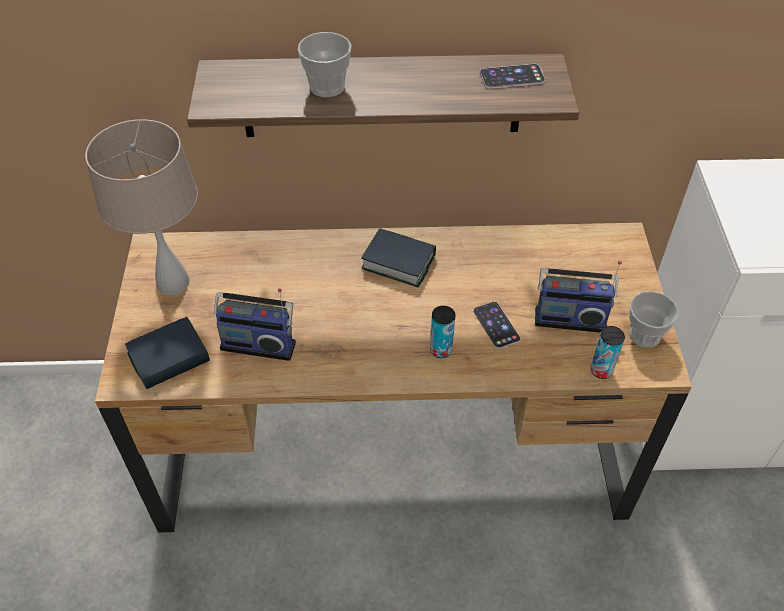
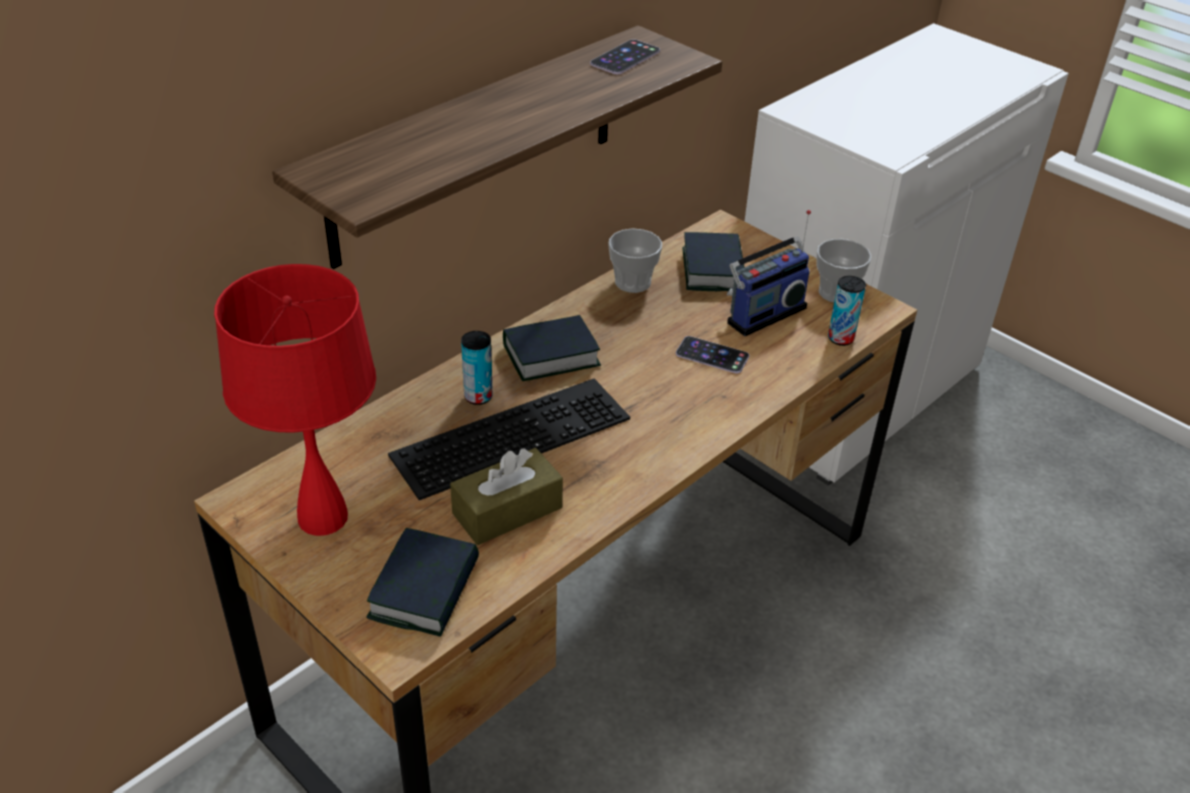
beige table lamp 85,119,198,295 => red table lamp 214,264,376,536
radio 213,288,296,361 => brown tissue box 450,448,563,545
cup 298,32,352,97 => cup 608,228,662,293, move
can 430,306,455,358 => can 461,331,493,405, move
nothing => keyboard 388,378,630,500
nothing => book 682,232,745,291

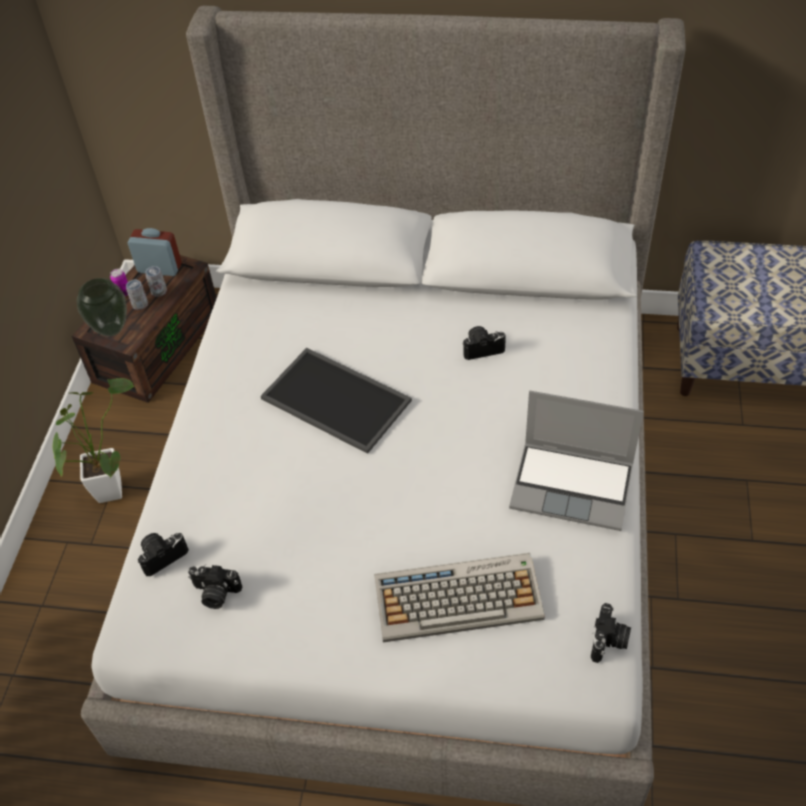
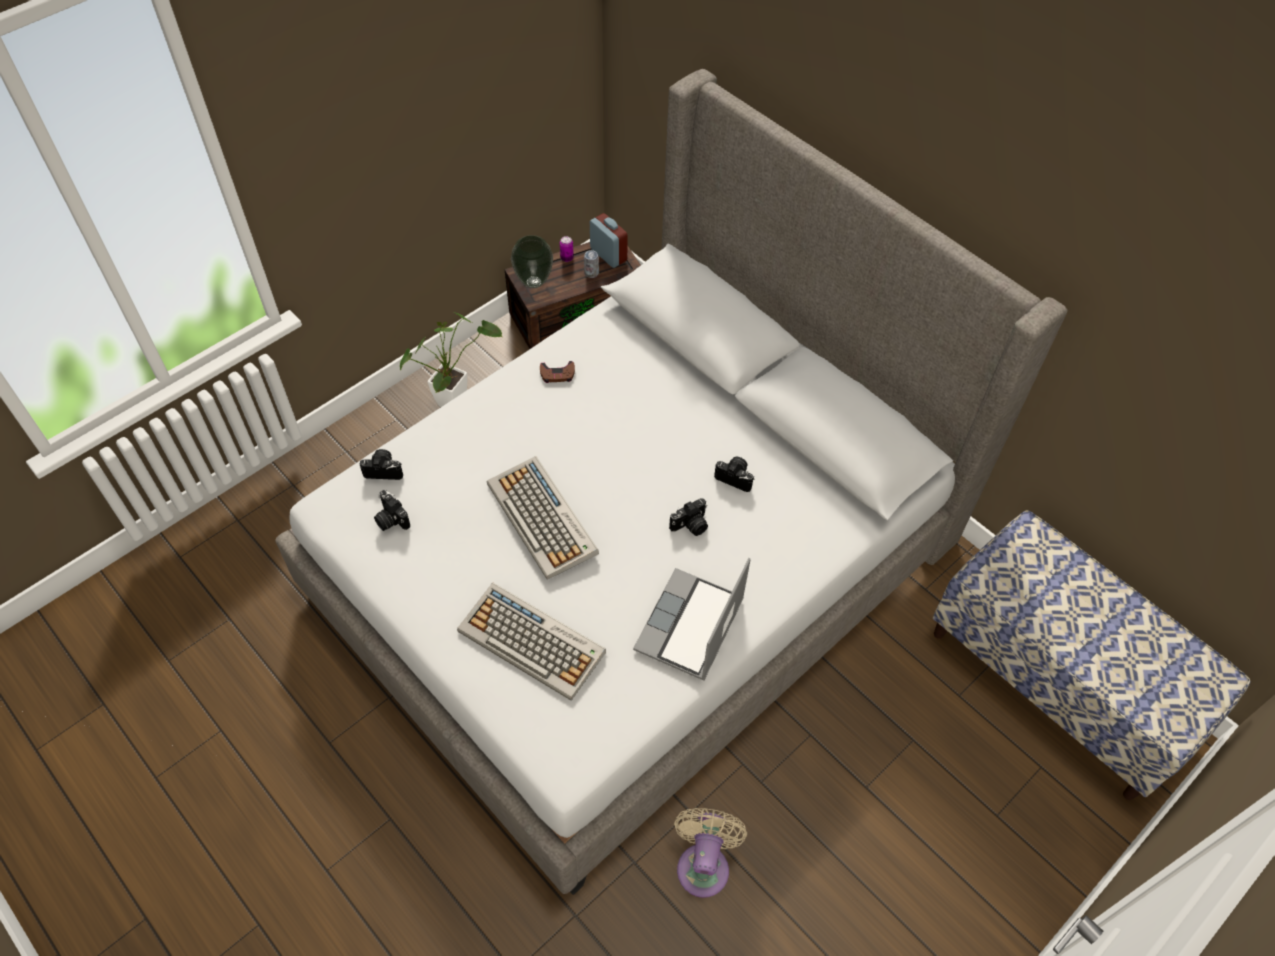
can 126,279,148,310 => nothing
tray 261,347,412,454 => nothing
laptop 509,391,644,531 => laptop 633,558,750,681, 60 degrees clockwise
photo camera 591,603,631,663 => photo camera 669,499,708,536, move
nothing => keyboard 487,457,599,580
nothing => brown game controller 540,361,575,383
nothing => beige fan 674,808,747,898

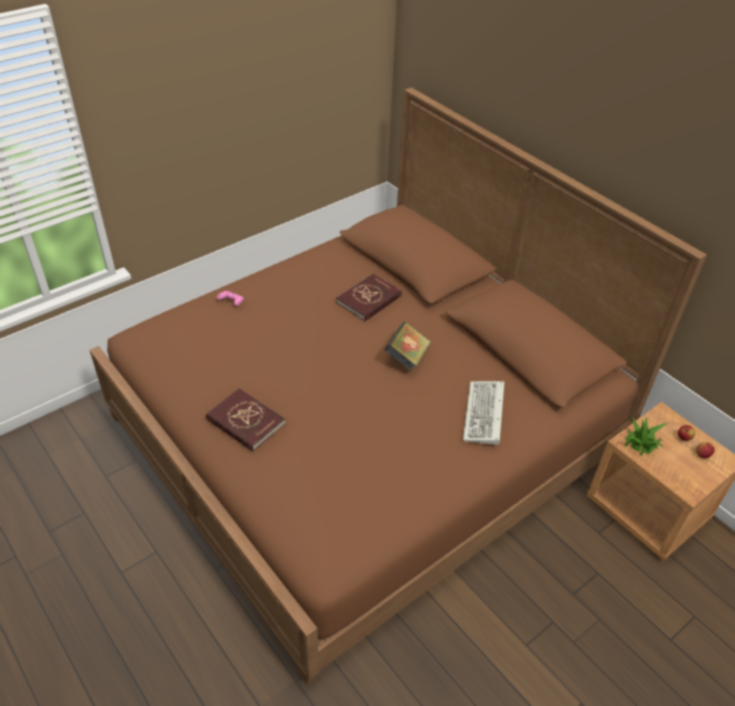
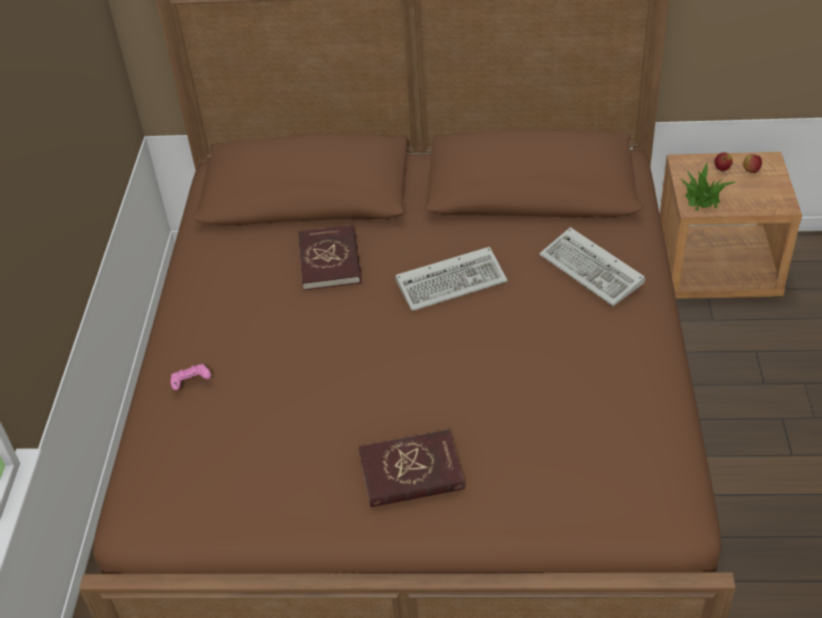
book 384,322,430,371 => keyboard 395,247,508,311

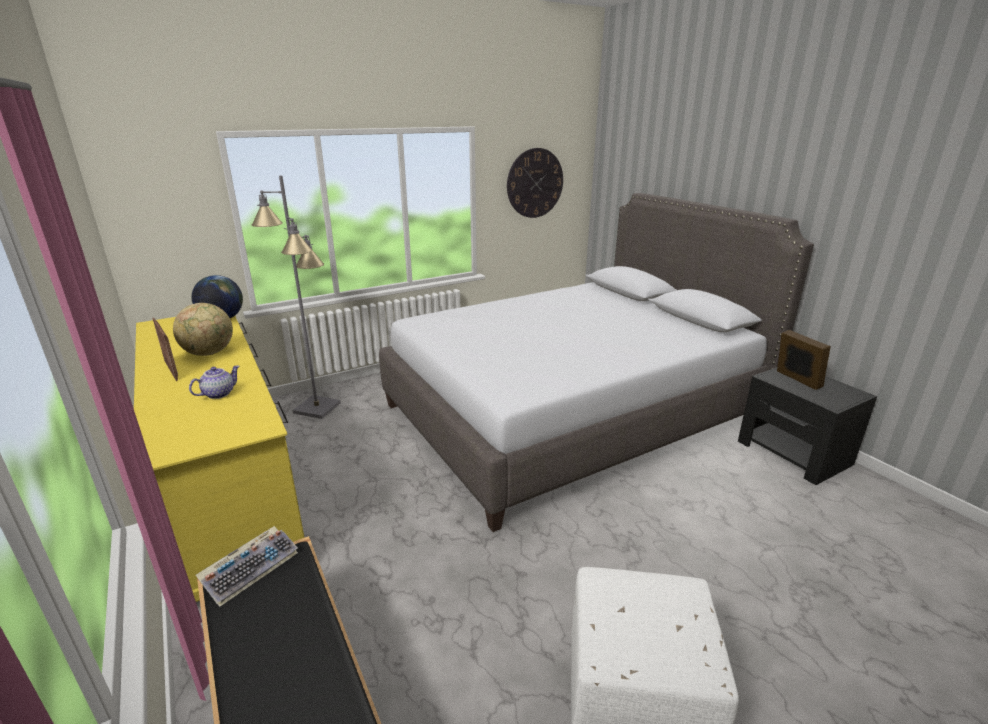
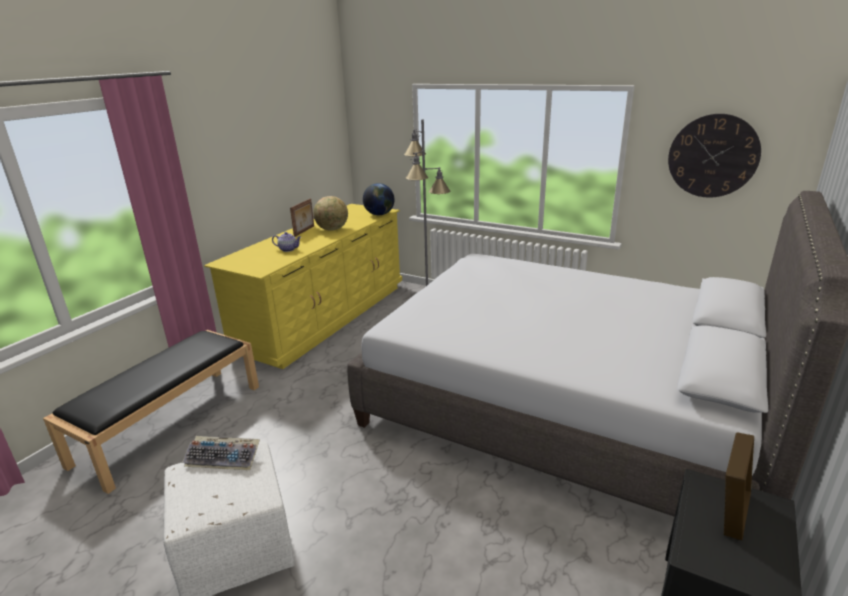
keyboard 196,526,298,607 => keyboard 182,436,260,470, move

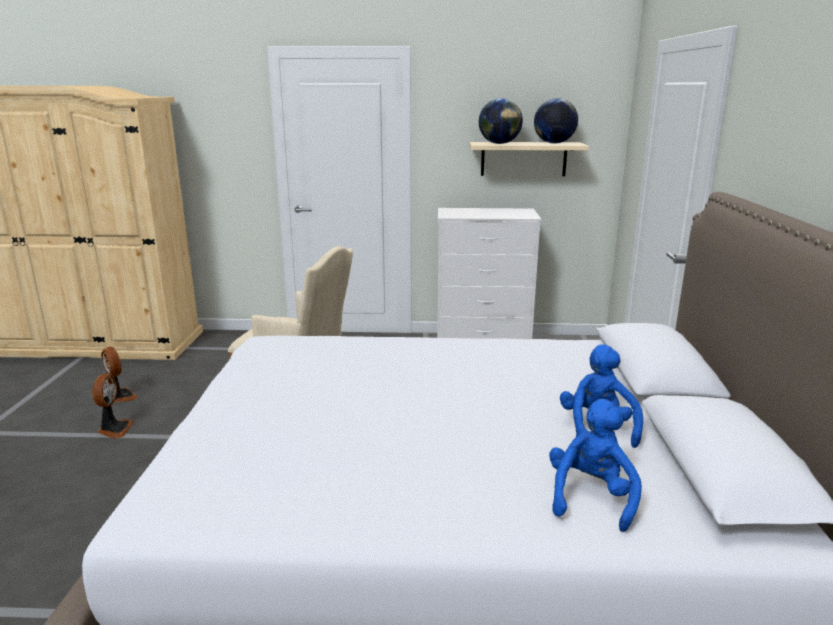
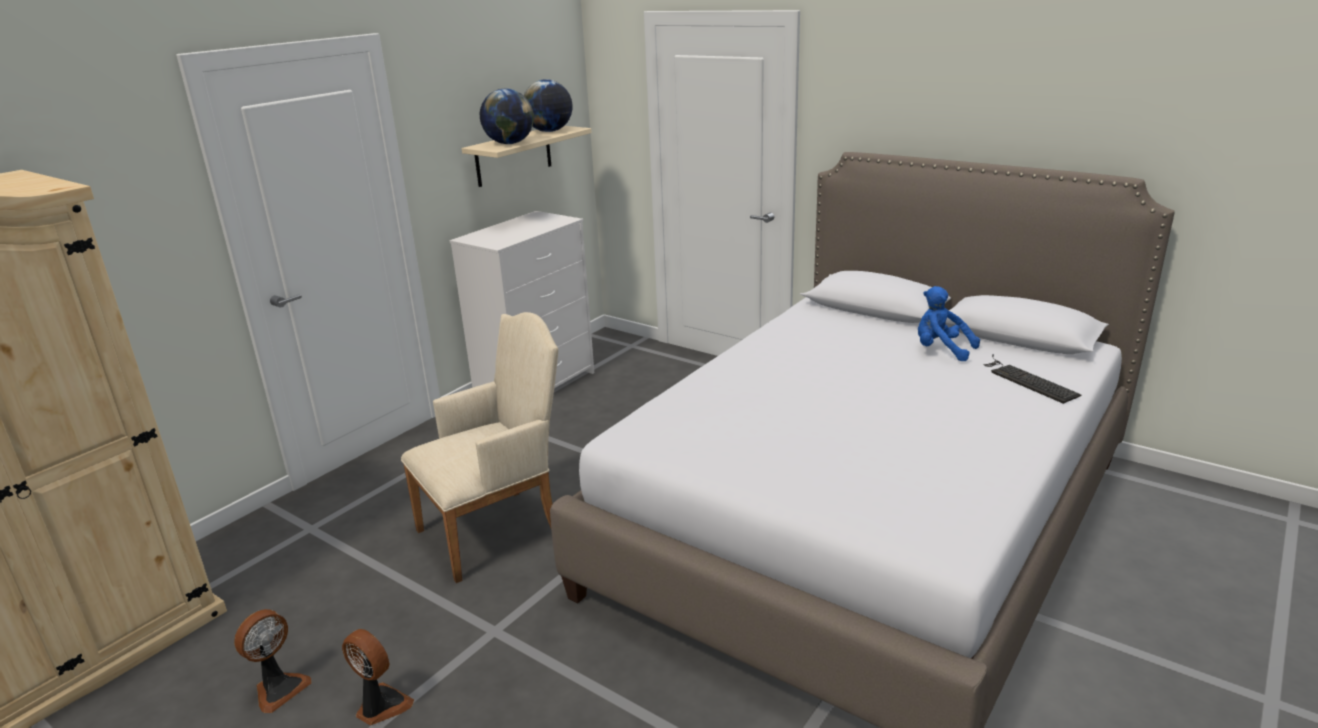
fan 101,347,138,402 => fan 234,609,311,713, 135 degrees clockwise
blue plush toy 549,399,642,532 => keyboard 984,354,1081,404

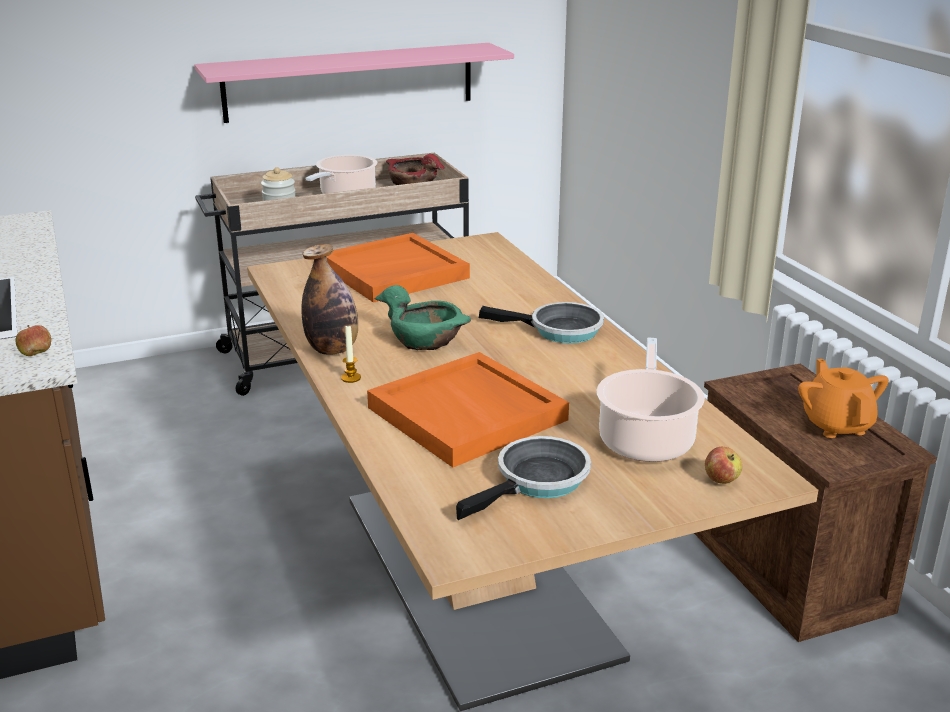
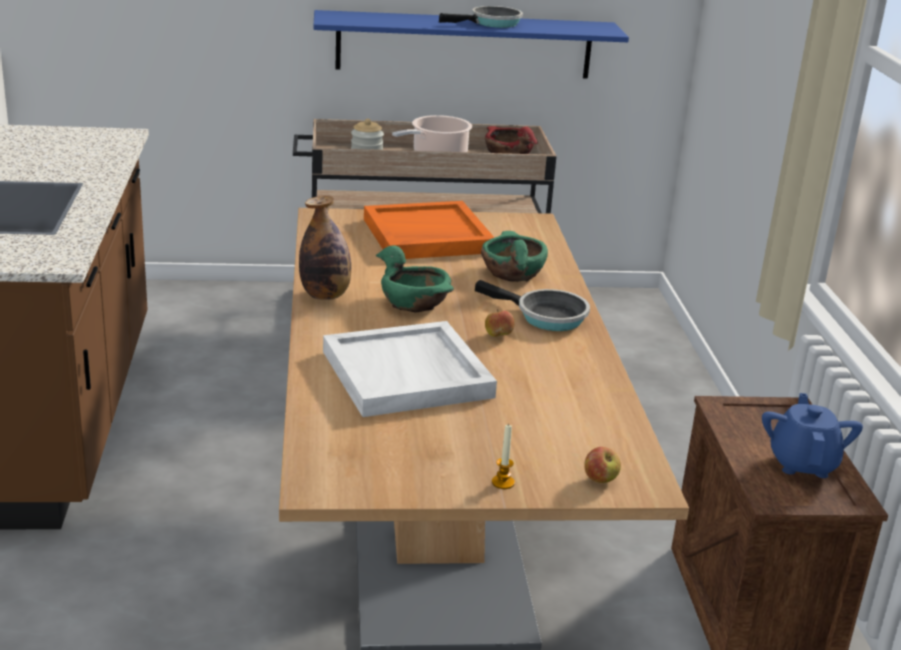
apple 15,325,51,356 => apple 485,309,515,337, move
pink shelf 195,43,514,123 => blue shelf 313,10,629,79
candle 341,326,361,383 => candle 492,424,515,489, move
orange tray 367,352,569,467 => white tray 323,321,497,417
frying pan 456,436,591,520 => frying pan 439,6,523,28, move
cooking pot 597,338,705,462 => nothing
orange teapot 798,359,889,438 => blue teapot 762,393,863,478
nothing => green bowl 481,231,548,282

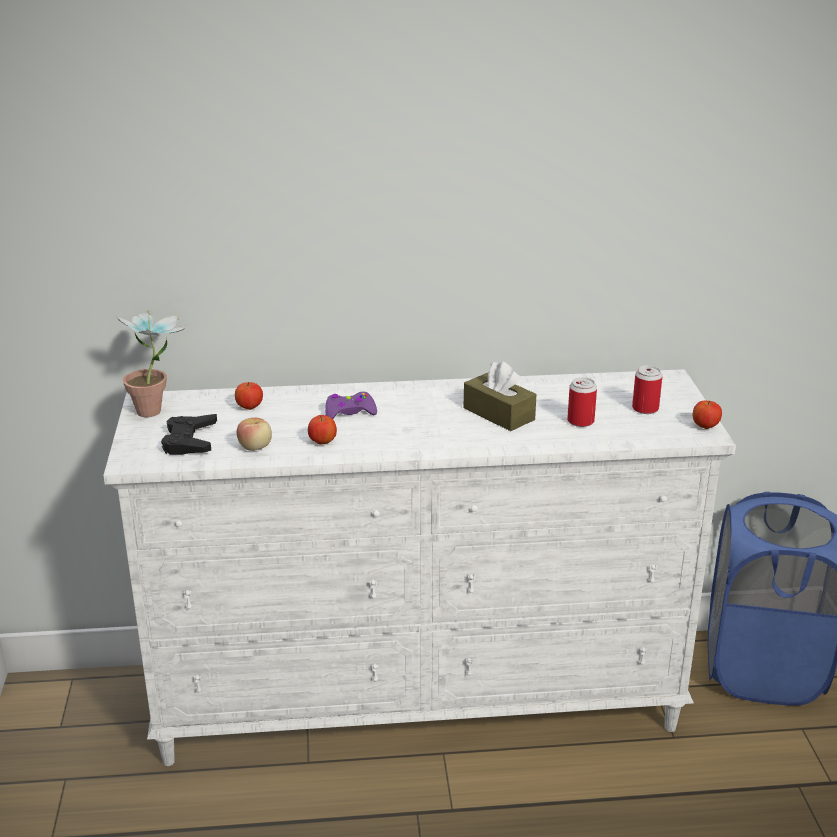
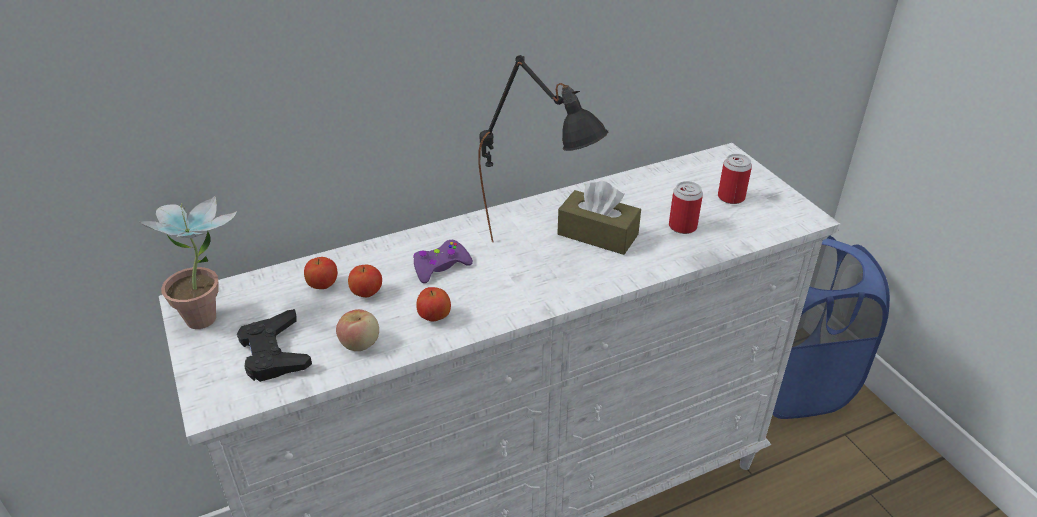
apple 693,400,722,429 => apple 348,265,382,297, move
nothing => black table lamp 478,55,608,242

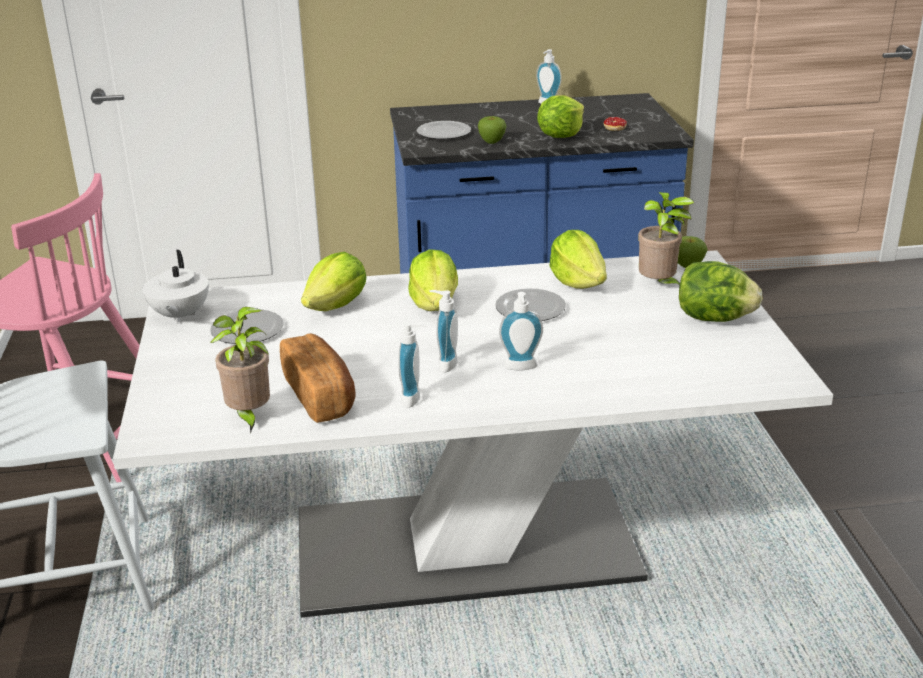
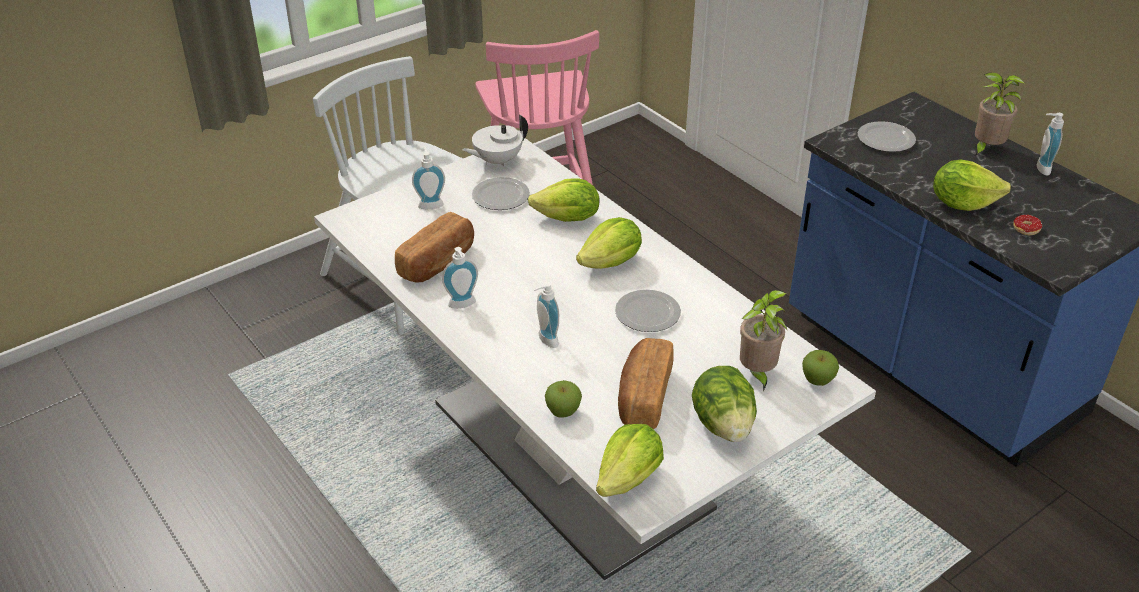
potted plant 210,307,270,433 => potted plant 975,72,1025,156, move
soap dispenser 430,290,458,373 => soap dispenser 412,147,445,209, move
apple 478,116,506,144 => apple 545,380,582,418, move
lettuce 550,230,607,289 => lettuce 596,424,664,497, move
nothing => bread 618,338,674,429

